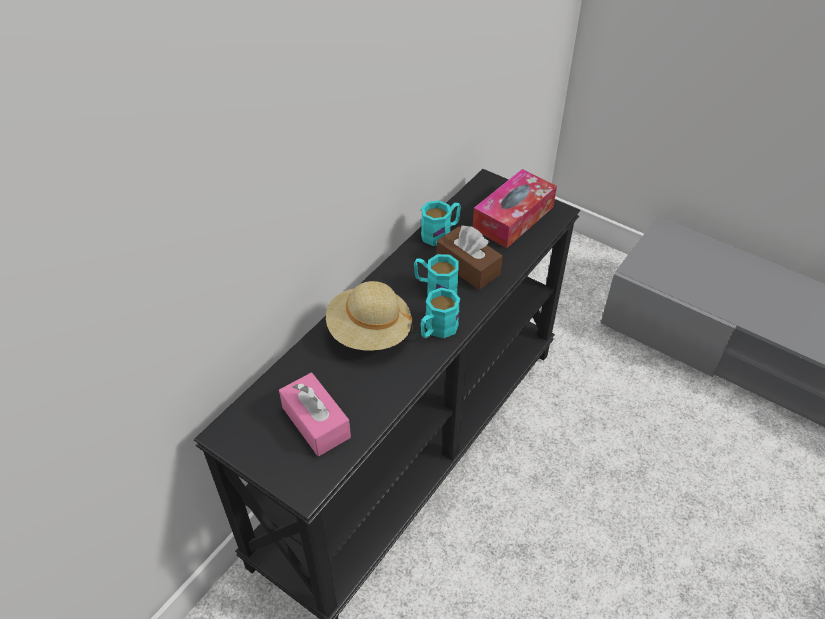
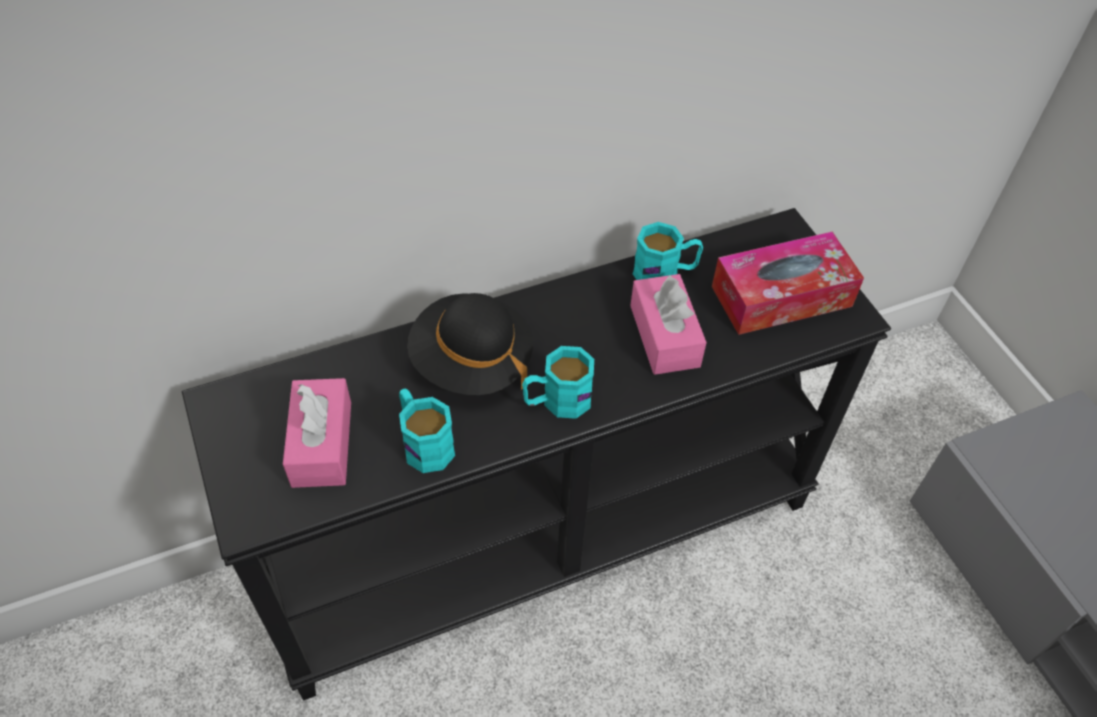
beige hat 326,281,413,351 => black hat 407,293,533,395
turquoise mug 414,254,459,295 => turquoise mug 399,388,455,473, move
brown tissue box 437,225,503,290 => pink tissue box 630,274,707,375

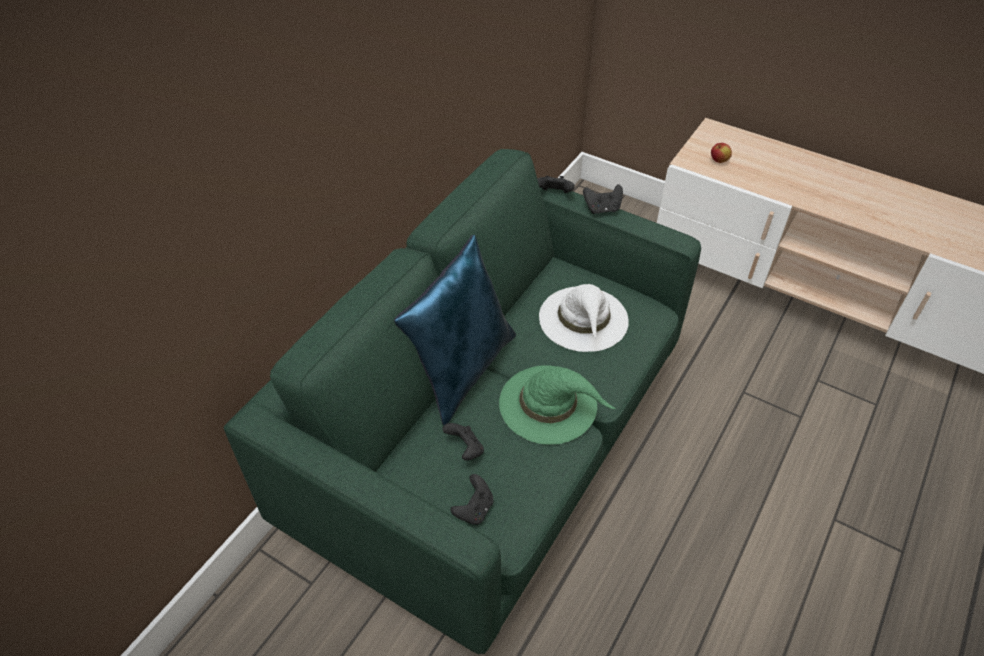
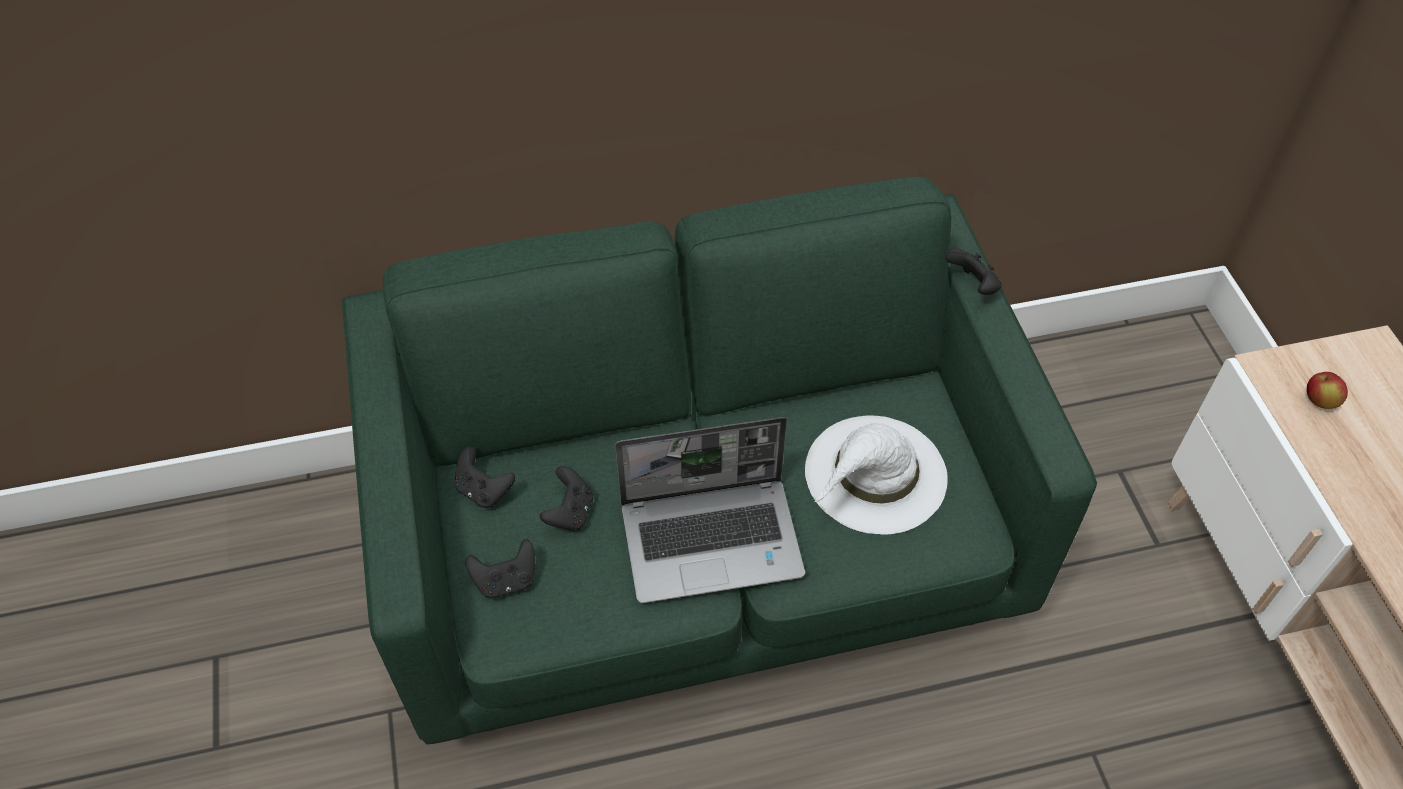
blue pillow 394,235,516,425 => nothing
green hat 499,365,615,445 => laptop 615,417,805,603
black game controller 583,184,623,214 => black game controller 454,446,515,508, move

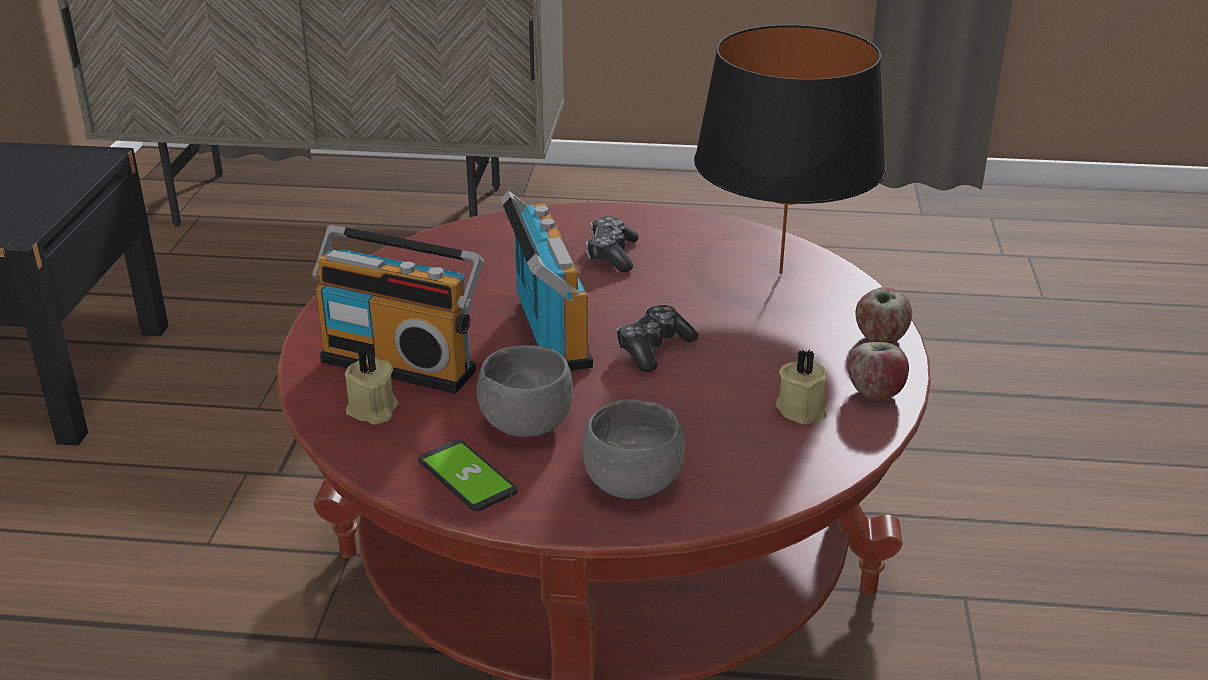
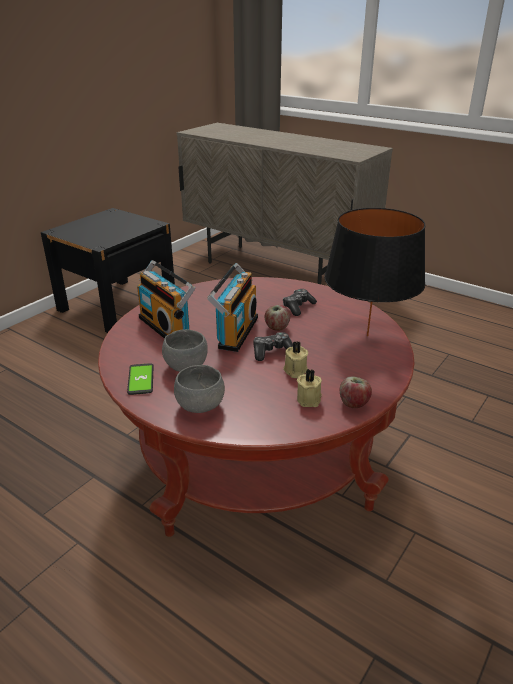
beige candle 345,348,398,425 => beige candle 283,341,308,378, move
apple 856,287,912,343 => apple 265,305,290,331, move

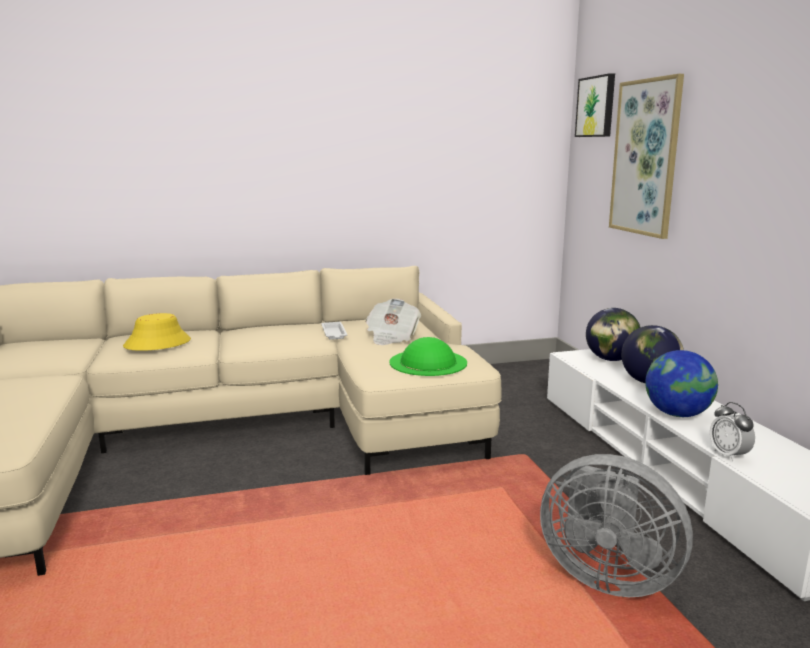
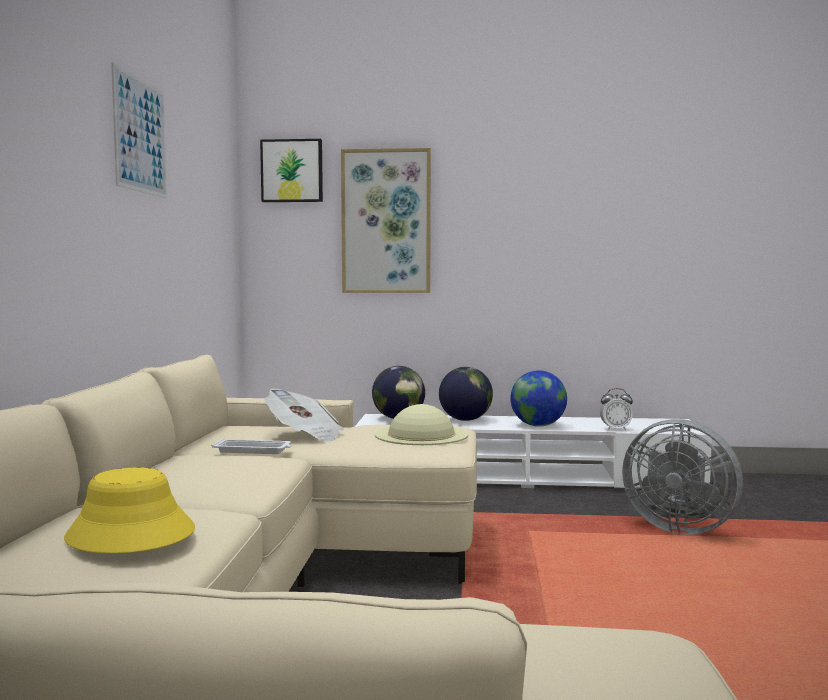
green hat 389,337,467,376 => beige hat 375,404,468,445
grey fan 540,454,693,597 => grey fan 622,419,743,535, 75 degrees clockwise
nothing => picture 111,63,167,198

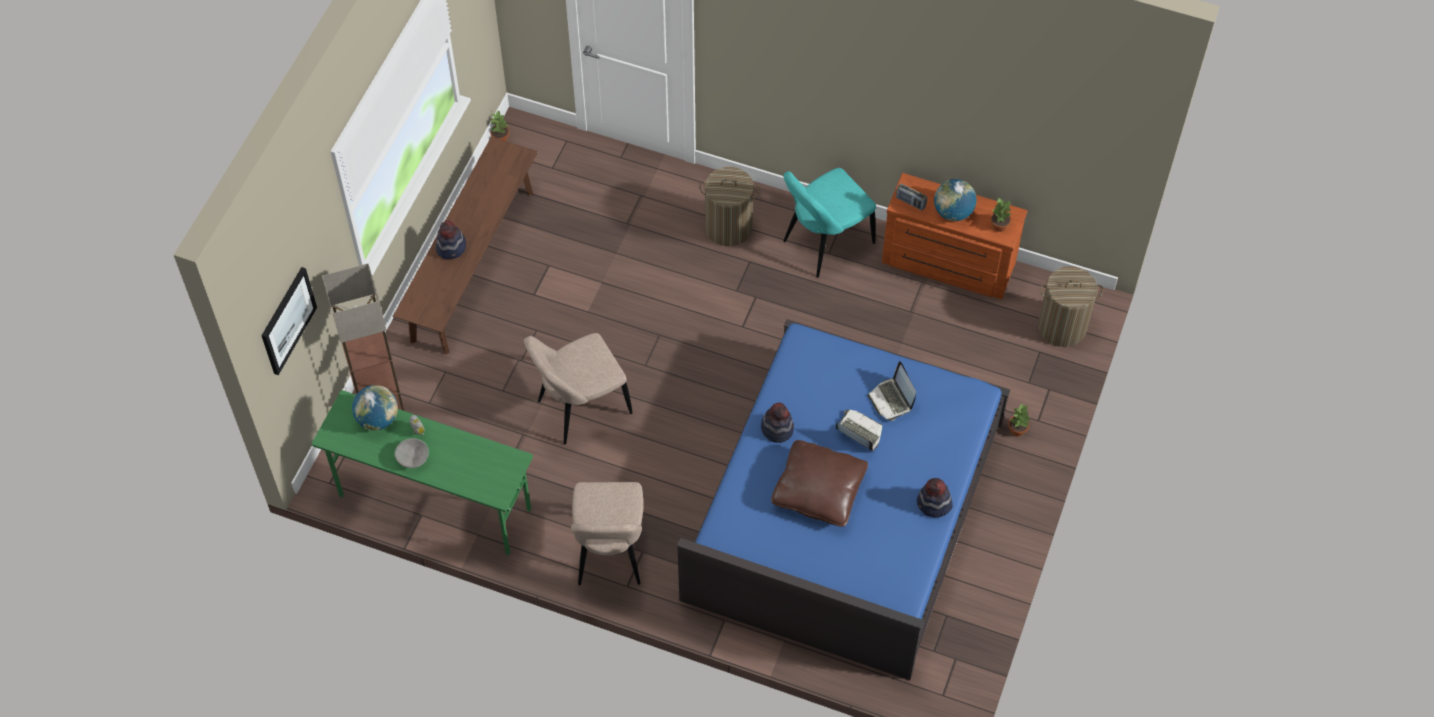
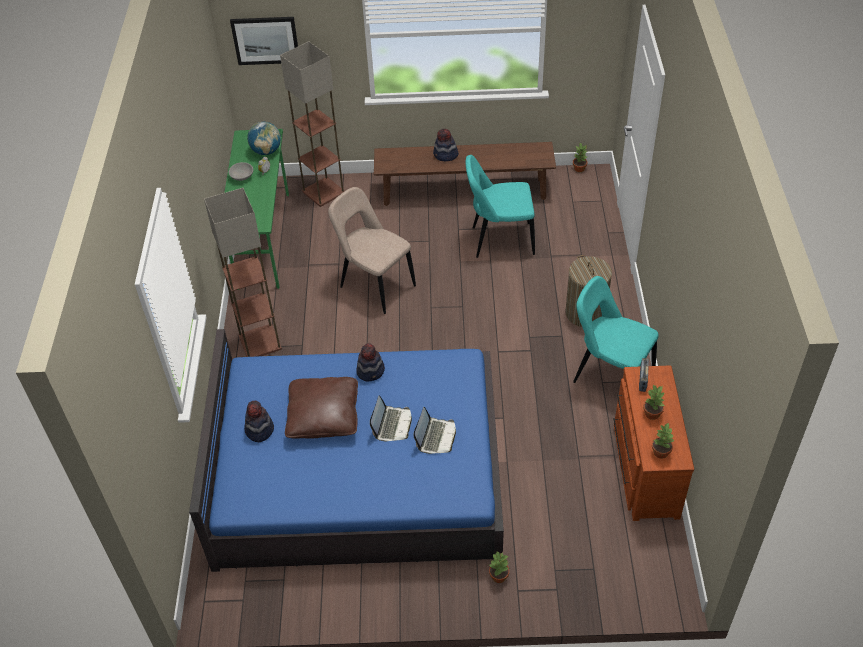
beige chair 571,482,643,585 => floor lamp 204,188,282,357
laptop 868,361,916,421 => laptop 414,407,456,454, 150 degrees clockwise
hat 917,478,953,517 => hat 244,401,274,442, move
globe 934,179,976,221 => potted plant 643,385,665,420
laundry basket 1038,266,1103,347 => nothing
nothing => turquoise chair 465,155,535,258

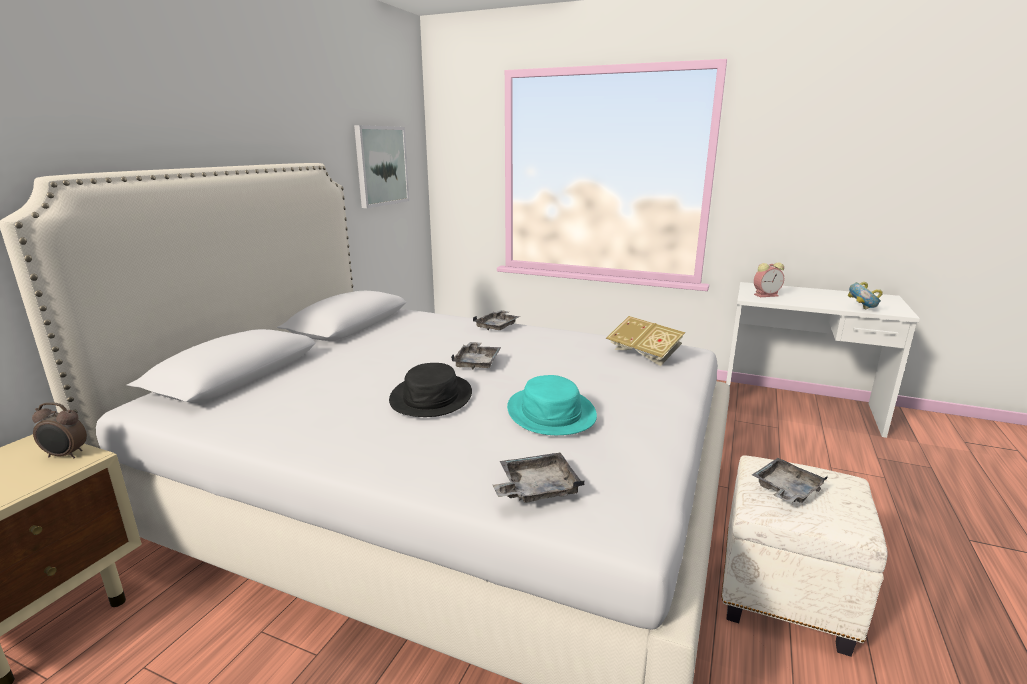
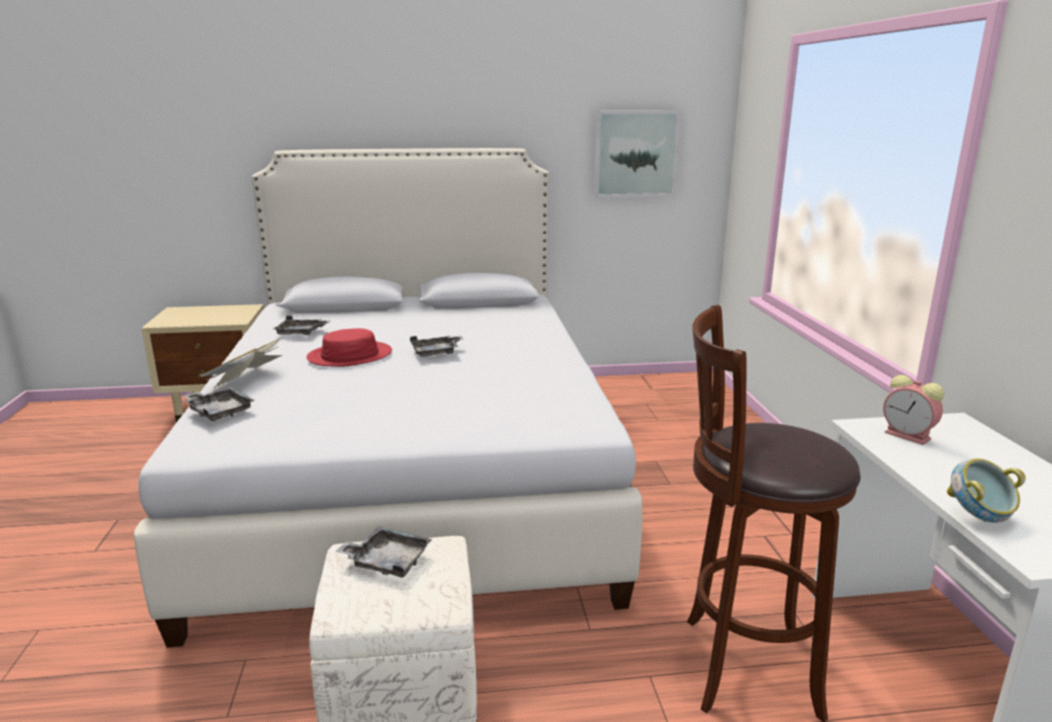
alarm clock 32,402,87,459 => nothing
black hat 389,363,472,417 => red hat 306,328,392,367
grey tray 473,310,520,330 => grey tray 273,316,330,335, move
turquoise hat 507,375,597,435 => nothing
book 606,316,685,366 => book 198,338,283,389, move
nothing => brown stool 687,305,860,722

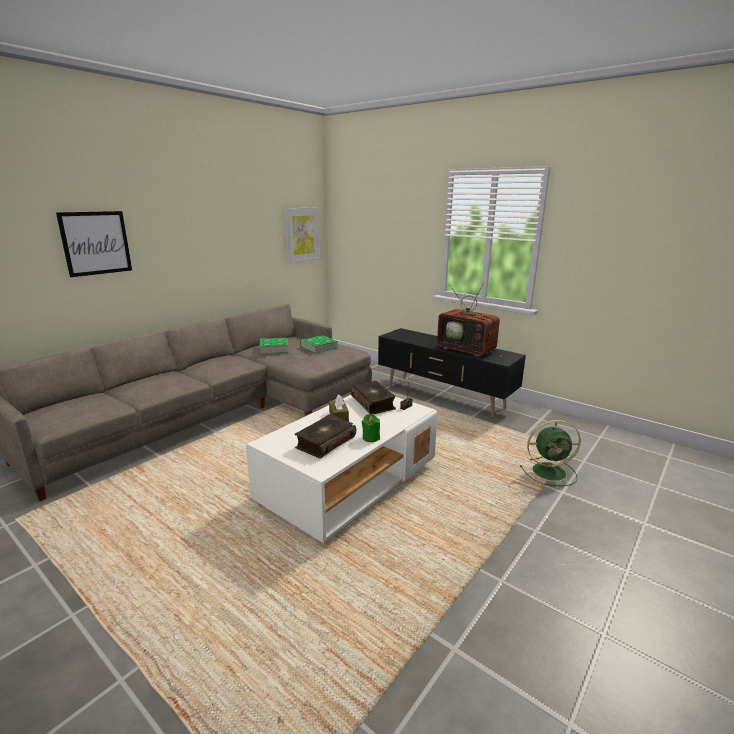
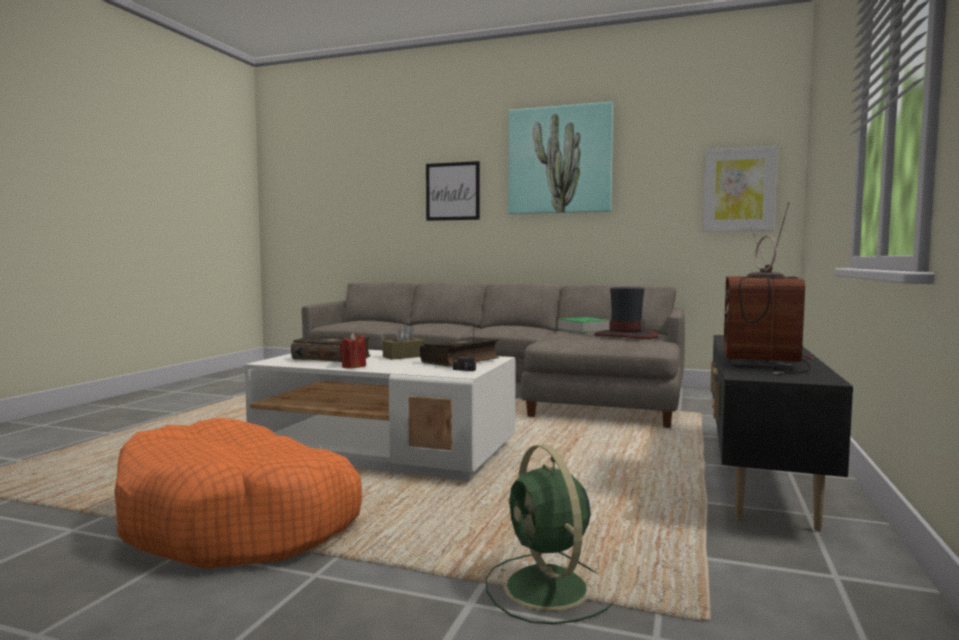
book 300,335,338,353 => hat 594,287,659,339
green candle 362,414,380,442 => red candle 340,333,366,368
nothing => orange dog bed 114,418,362,568
nothing => picture 508,102,613,214

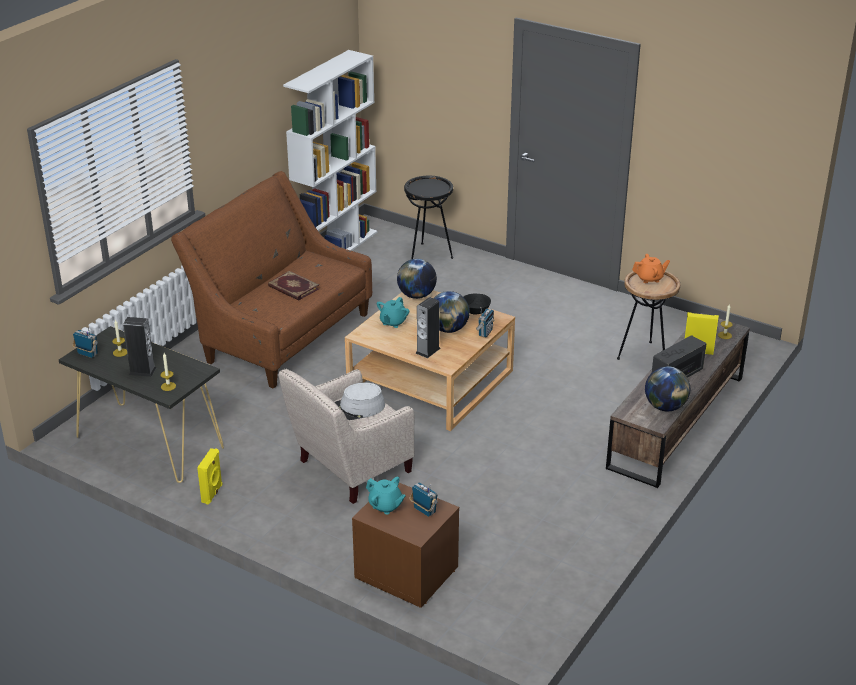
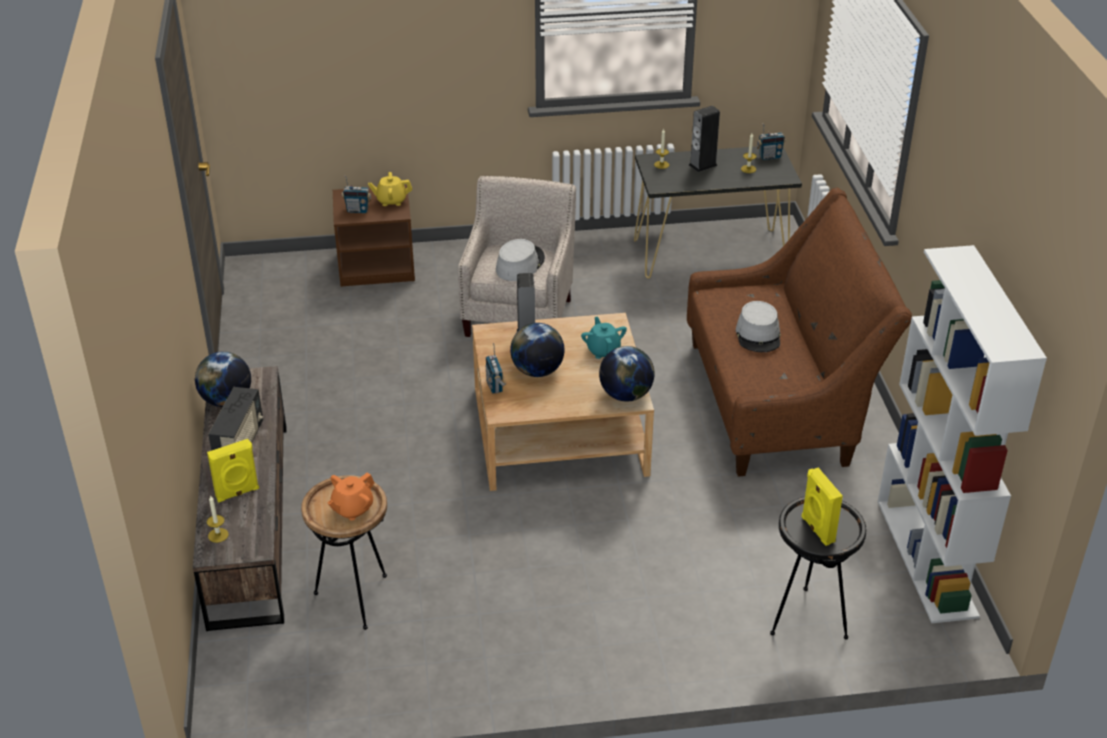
yellow speaker 197,448,223,505 => yellow speaker 801,468,843,546, move
book 268,271,319,301 => grey hat 736,301,780,352
turquoise teapot 366,477,406,514 => yellow teapot 368,172,412,206
black bowl 464,293,491,315 => nothing

